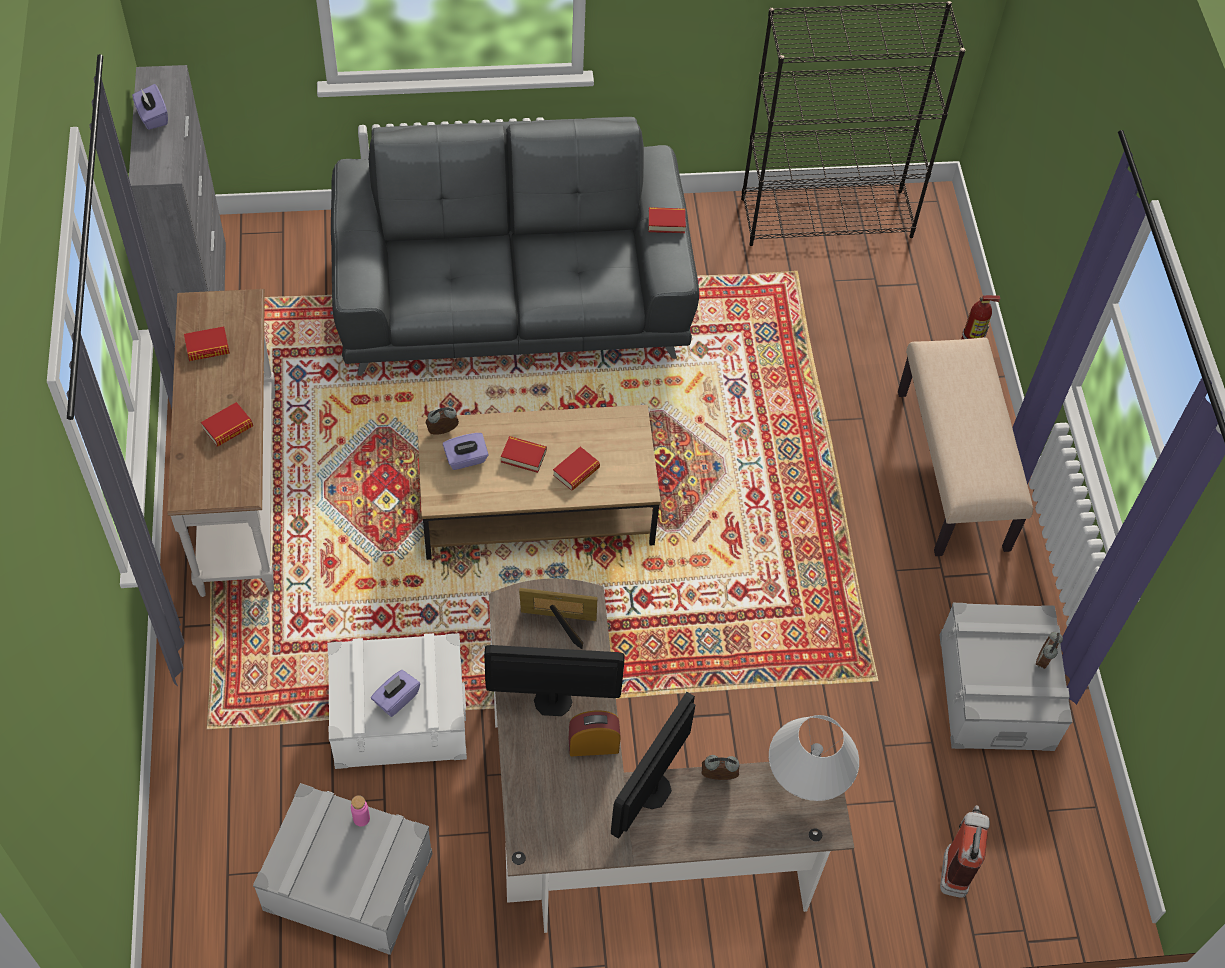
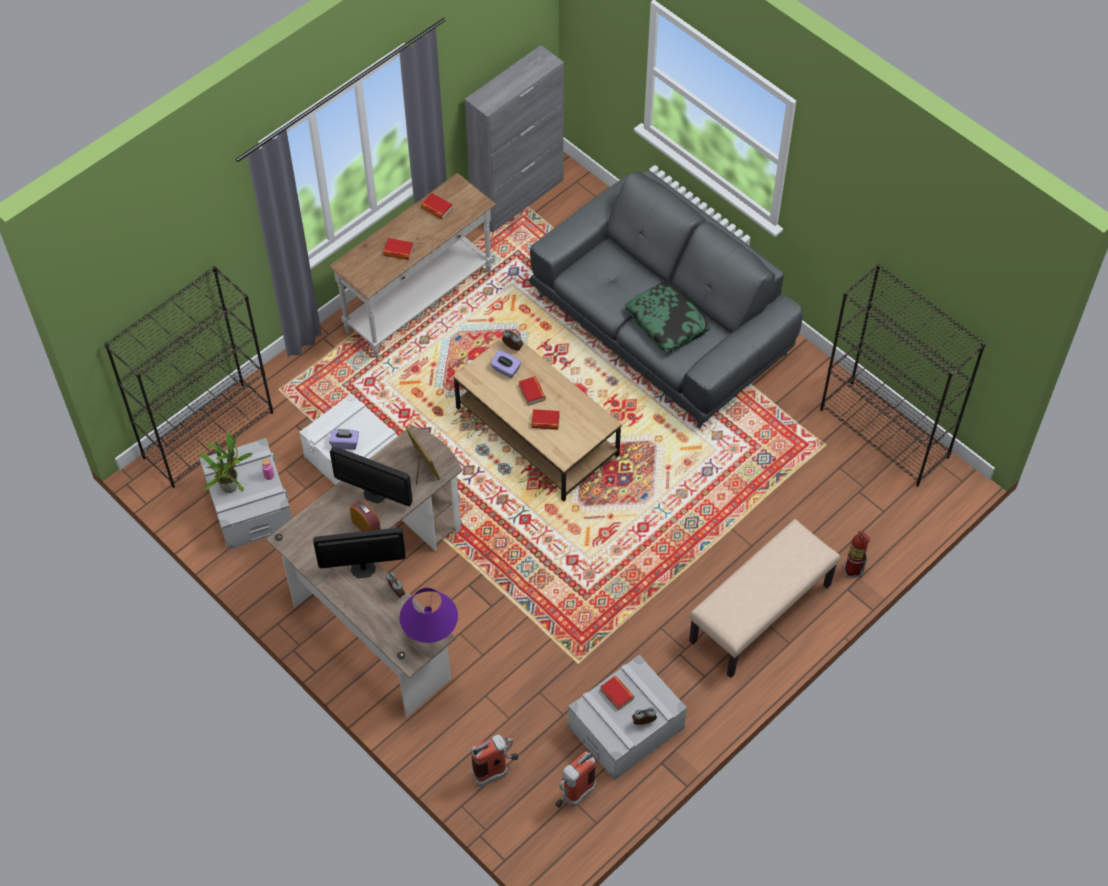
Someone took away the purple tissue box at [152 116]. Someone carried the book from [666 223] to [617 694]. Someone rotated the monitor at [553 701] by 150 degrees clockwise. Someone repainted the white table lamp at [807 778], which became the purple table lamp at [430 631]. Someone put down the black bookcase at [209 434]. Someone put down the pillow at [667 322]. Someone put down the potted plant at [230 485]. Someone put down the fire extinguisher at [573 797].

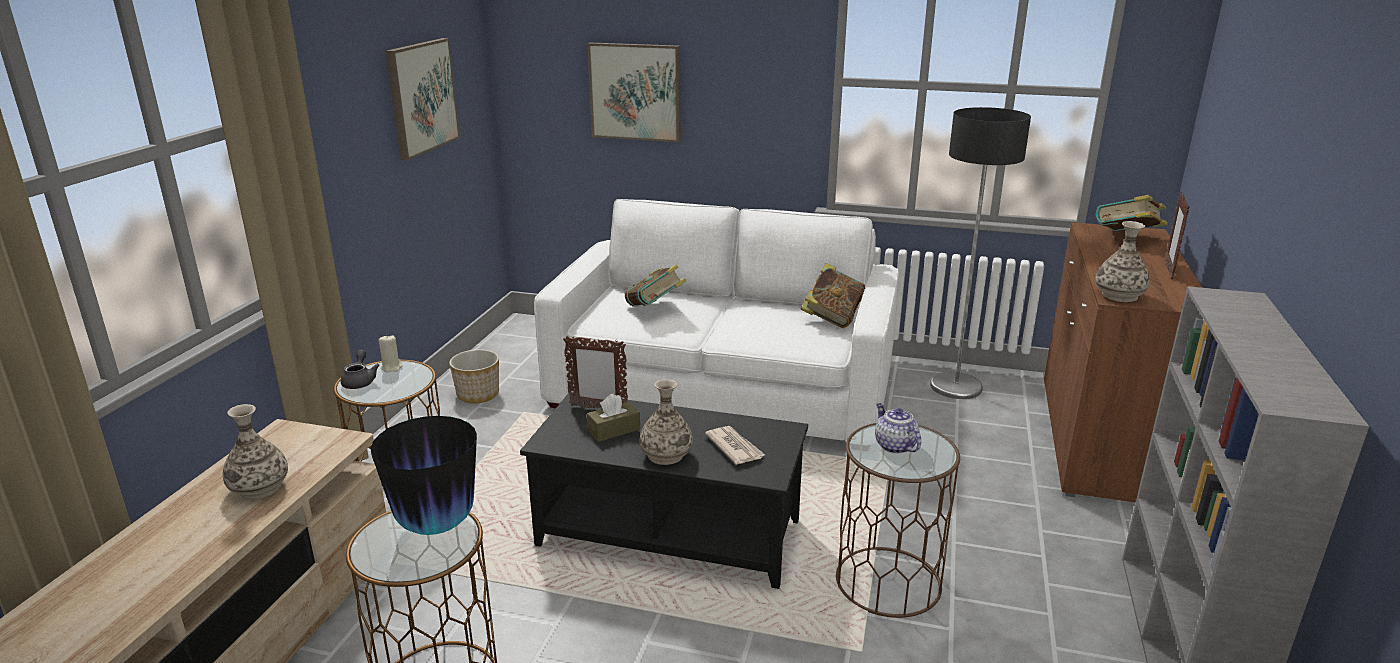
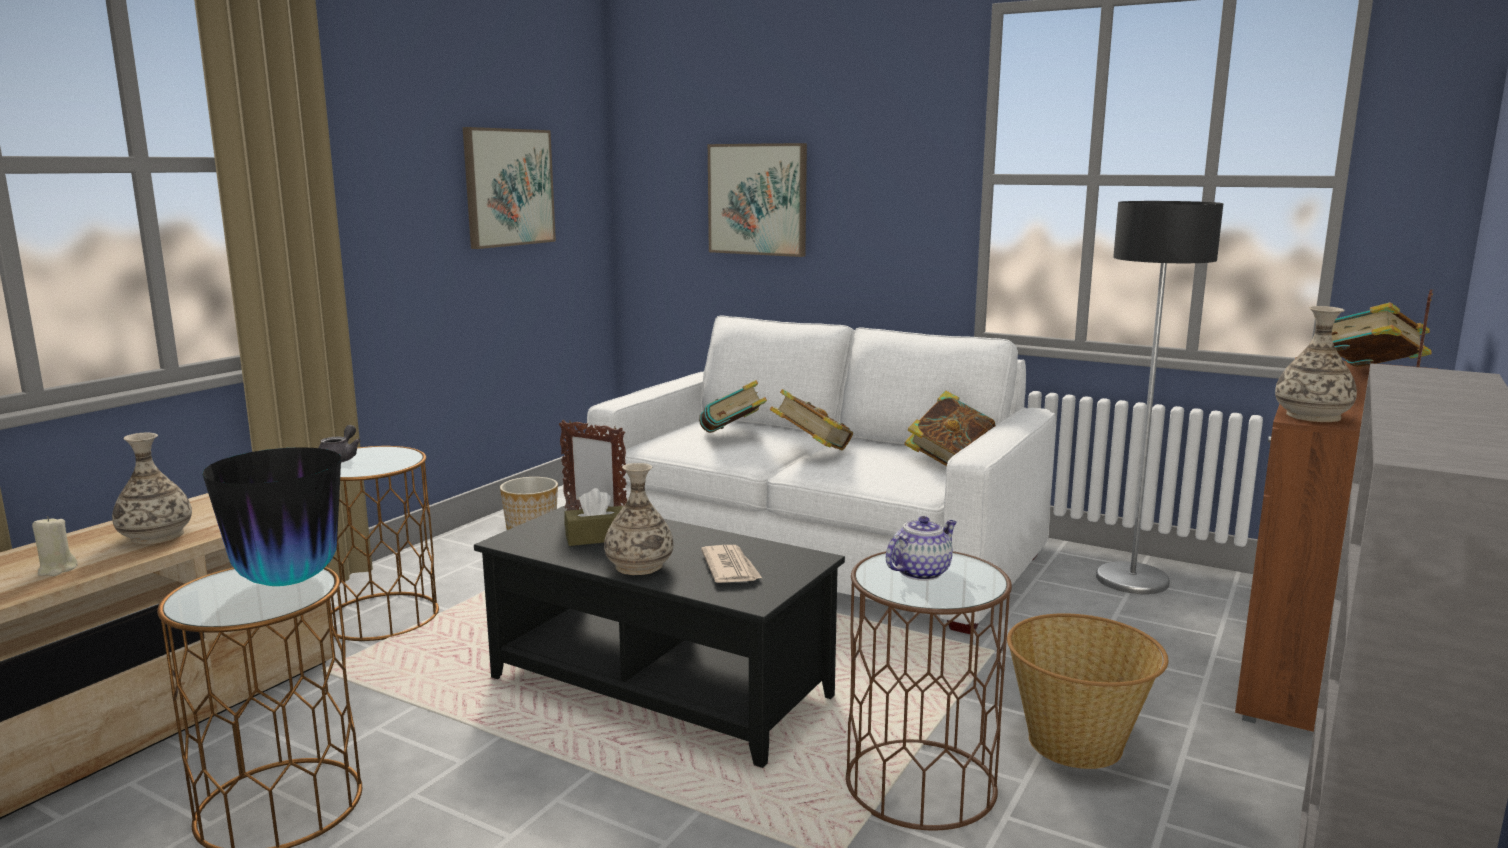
Someone carried the beige candle from [392 367] to [57 570]. Someone rotated the teapot at [894 446] by 60 degrees clockwise. Someone put down the book at [811 451]. Someone put down the basket at [1077 743].

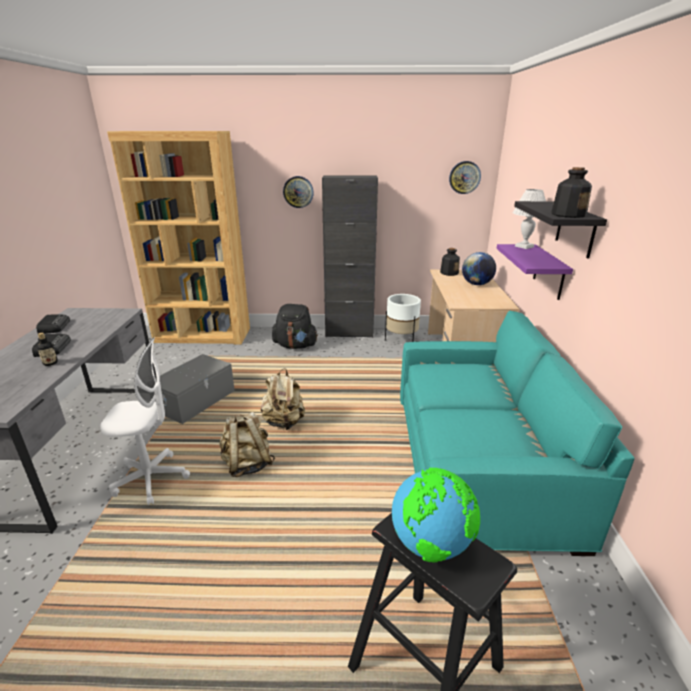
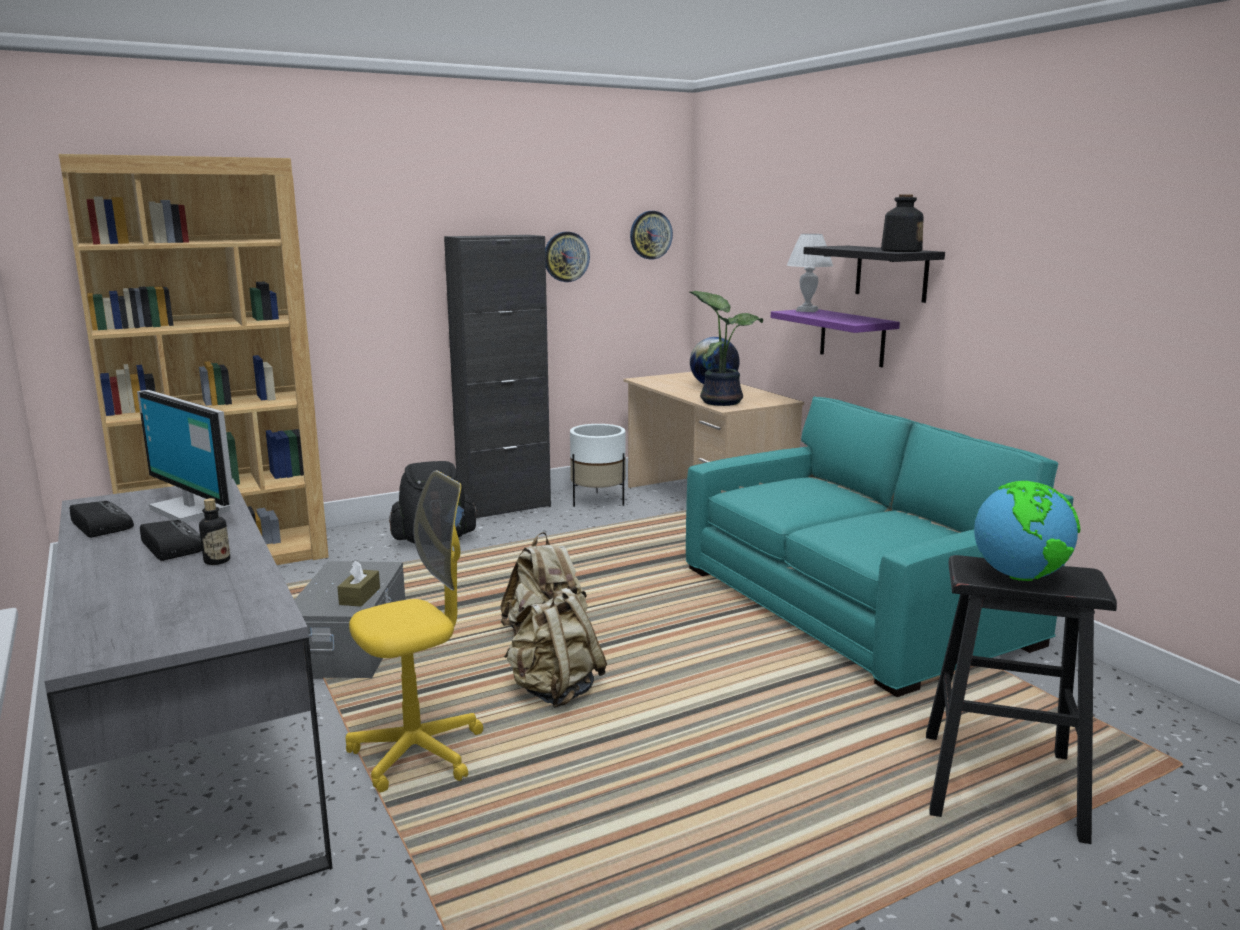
Someone carried the wall clock from [298 192] to [566 256]. Someone took away the bottle at [449 273]. Someone repainted the white office chair at [151 479], which became the yellow office chair at [417 753]. Someone put down the potted plant at [721 401]. Someone put down the monitor at [193 509]. Someone put down the brown tissue box at [360 596].

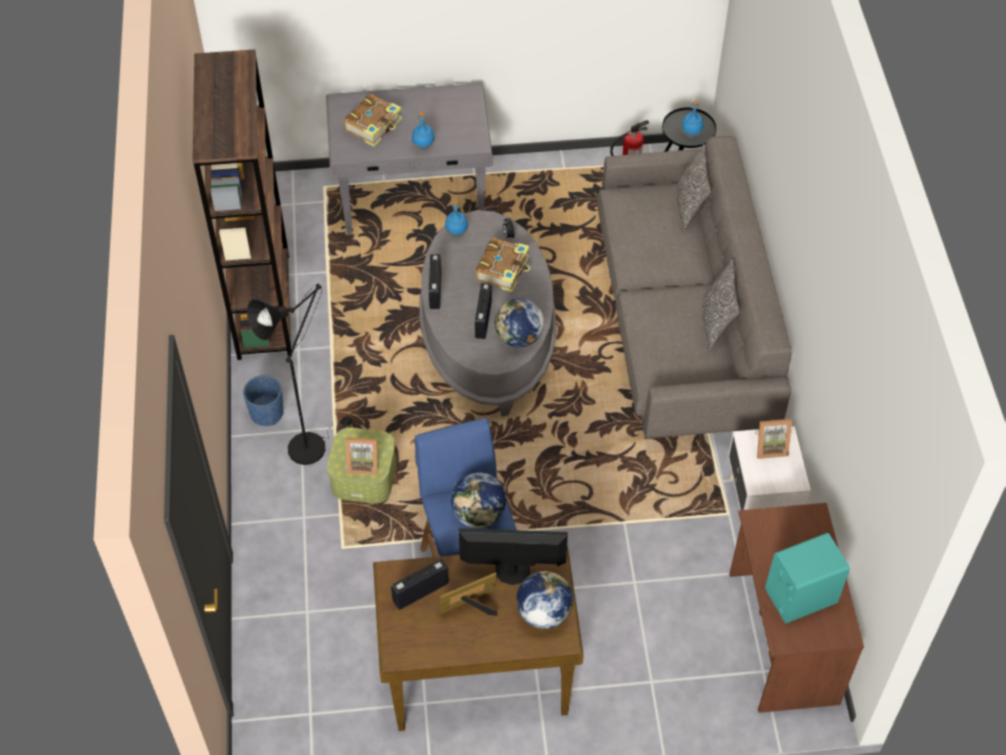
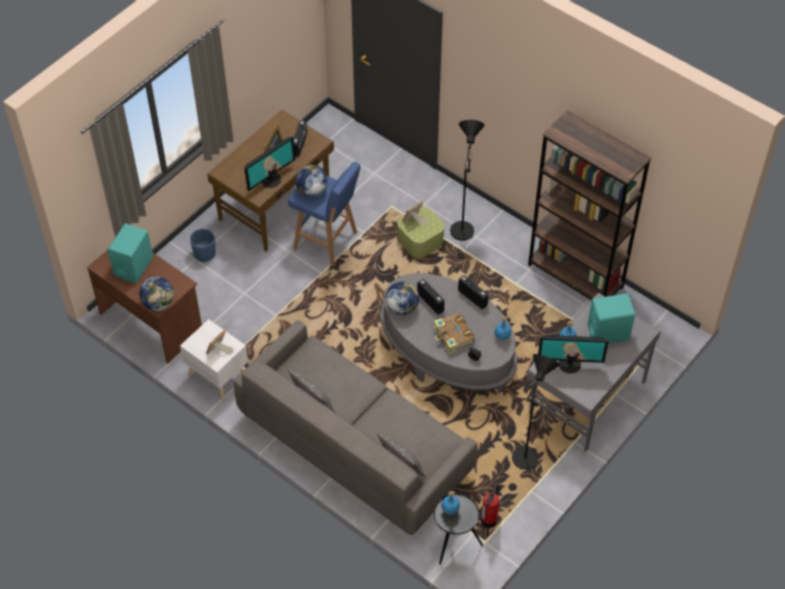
Someone swapped the book at [374 126] for the turquoise speaker at [608 332]. Someone carried the blue planter from [267 413] to [205 253]. Someone carried the globe from [543 613] to [159 303]. Someone put down the monitor at [569 364]. Someone put down the black floor lamp at [524 463].

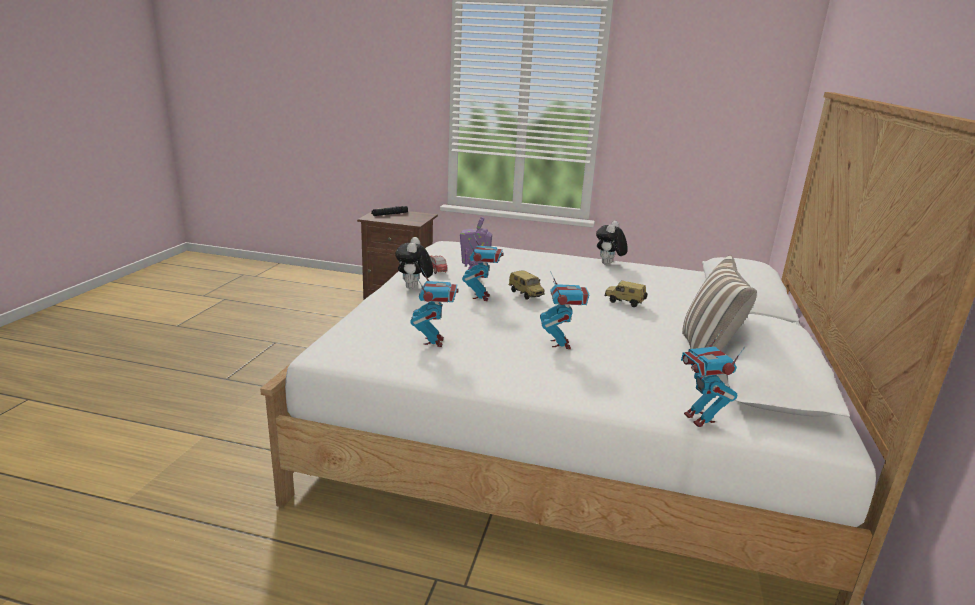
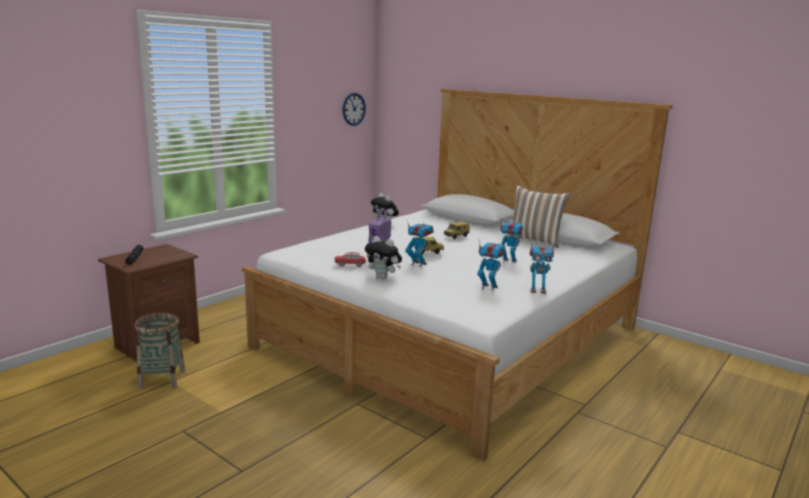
Someone carried the toy robot from [699 419] to [538 290]. Someone put up the wall clock at [353 109]. Someone put down the basket at [162 379].

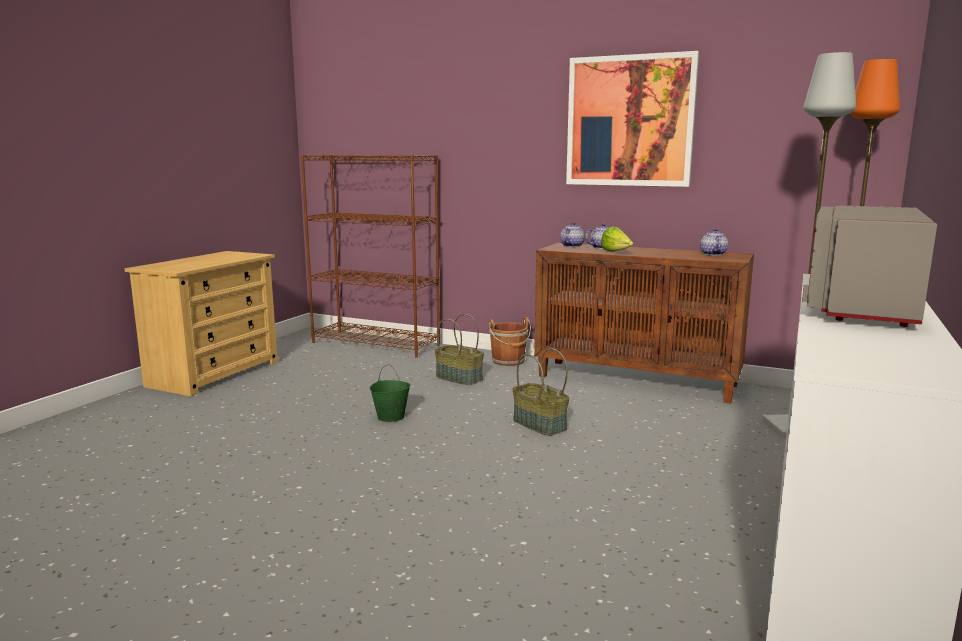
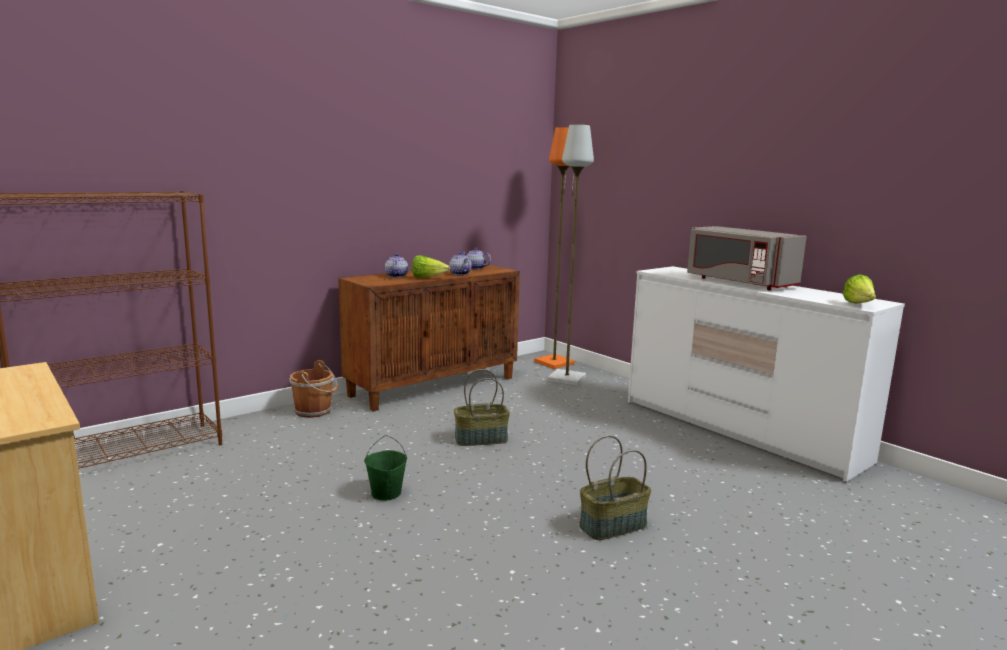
Someone took away the picture at [629 121]. Someone carried the teapot from [571 246] to [459 274]. Someone carried the basket from [460 378] to [613 525]. Someone put down the lettuce at [859 305].

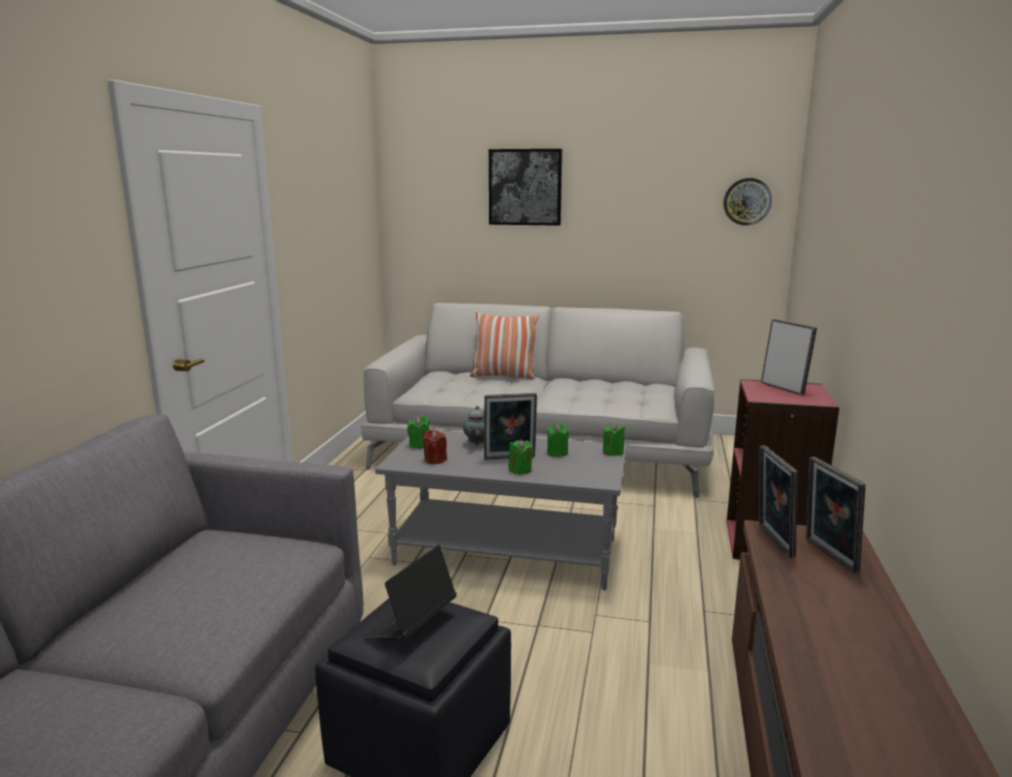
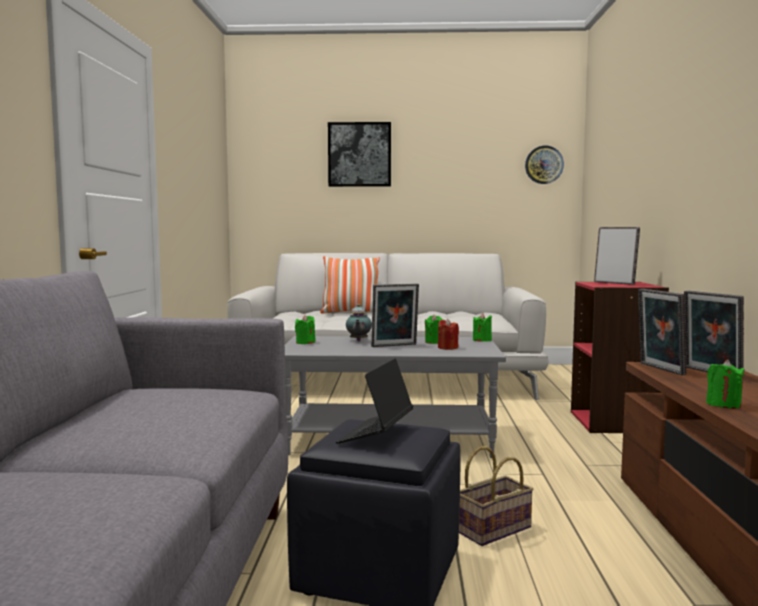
Someone carried the red candle from [435 460] to [447 347]. Someone carried the green candle from [520 470] to [723 404]. Someone put down the basket at [494 528].

